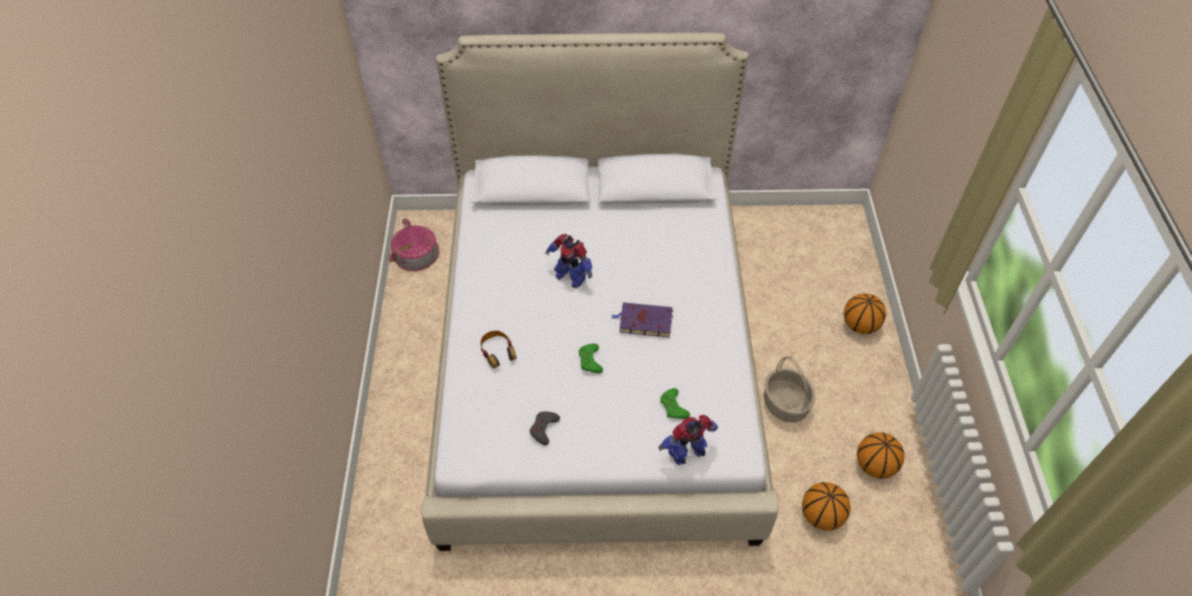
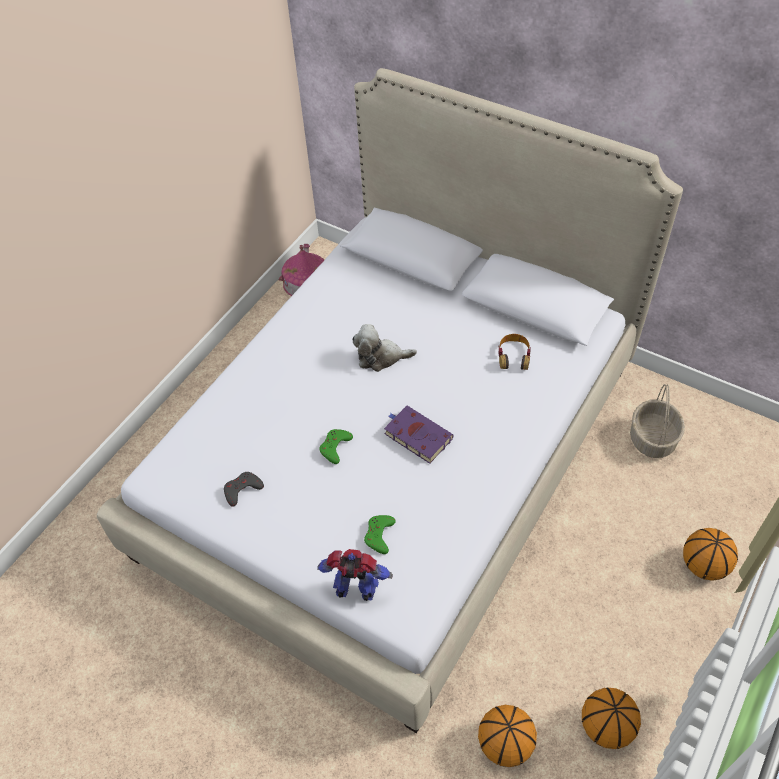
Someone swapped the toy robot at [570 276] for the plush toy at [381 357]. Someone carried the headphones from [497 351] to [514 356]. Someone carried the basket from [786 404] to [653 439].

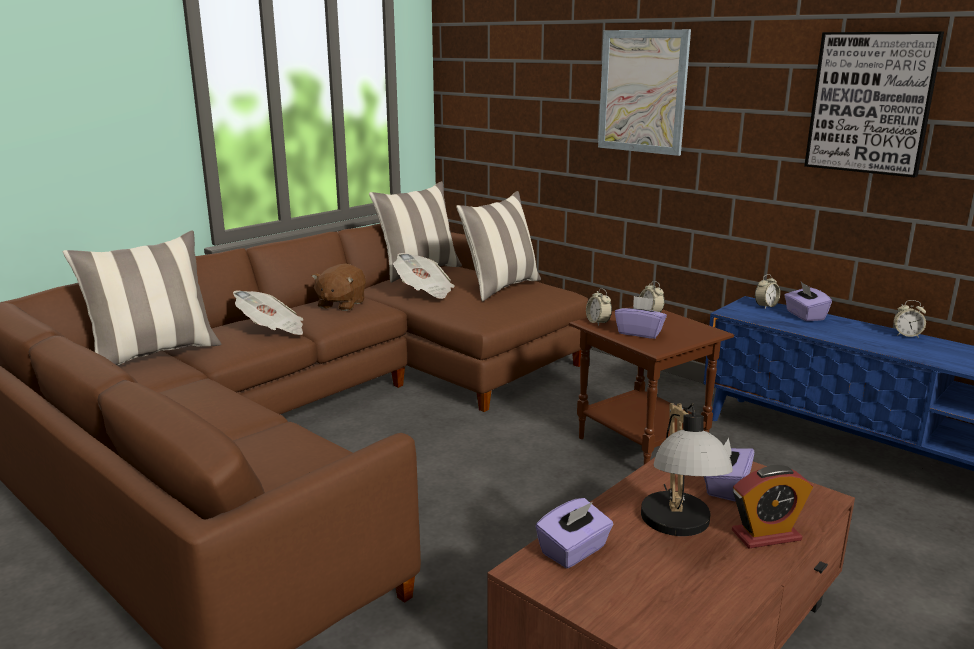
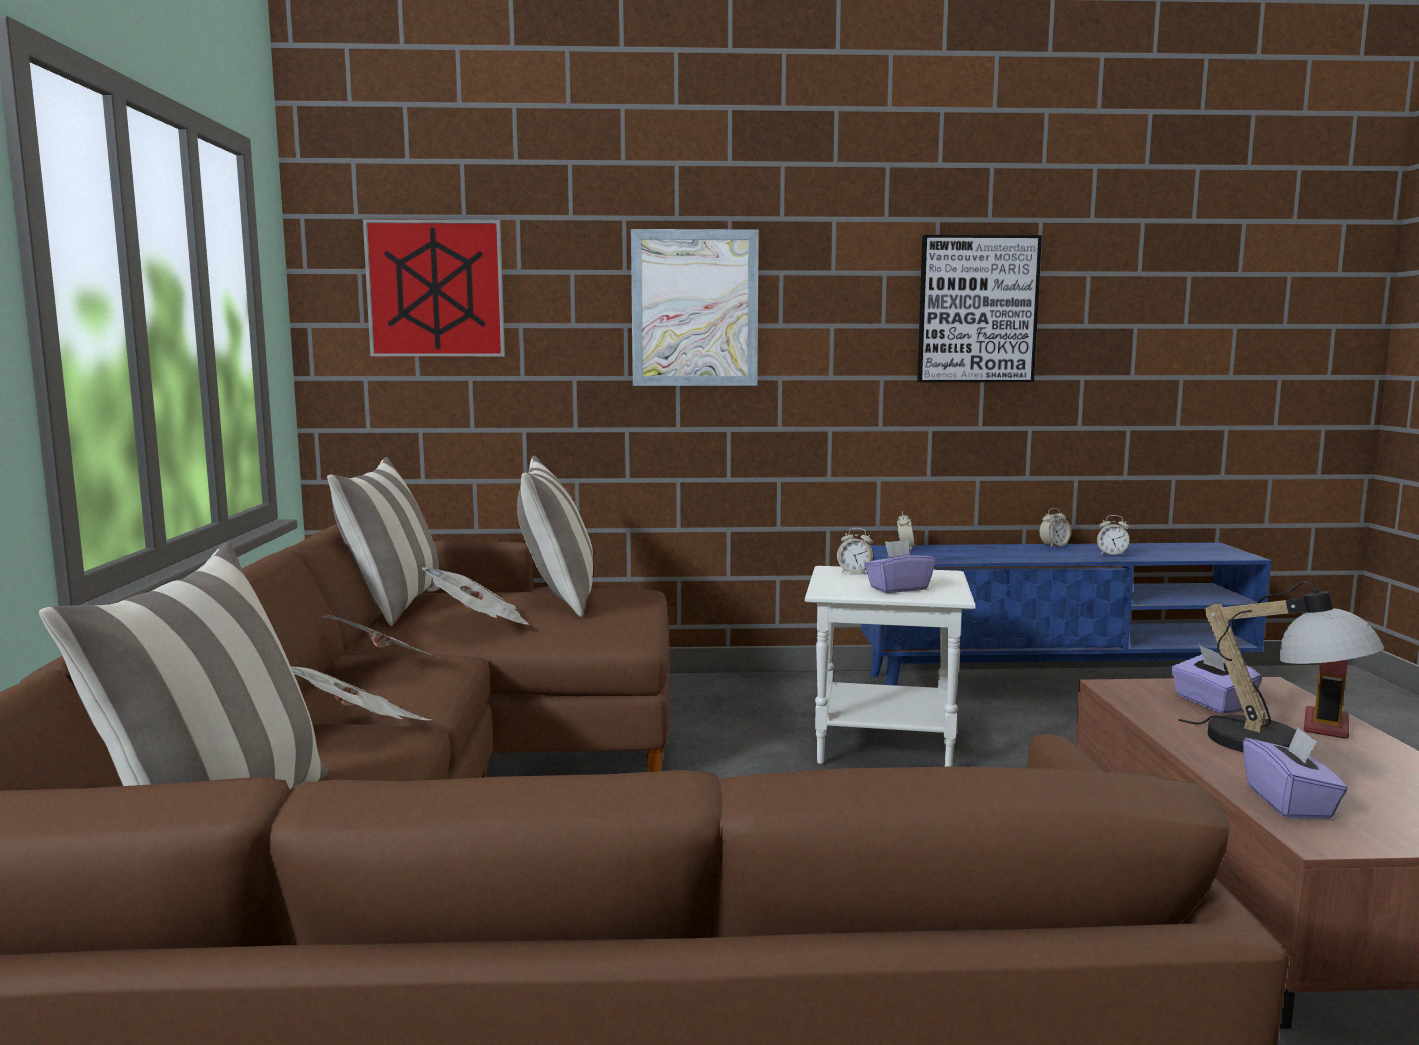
Someone swapped the brown plush toy at [341 304] for the newspaper at [388 668]. Someone took away the purple tissue box at [804 315]. Someone carried the alarm clock from [598 323] to [1111 554]. Someone repainted the brown side table at [642 445], which became the white side table at [886 746]. Someone put up the picture at [435 289].

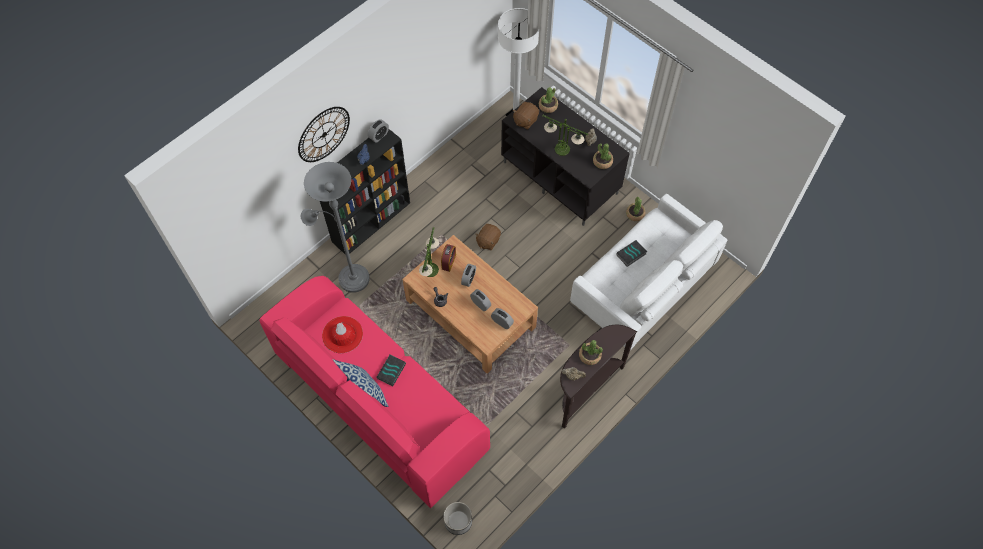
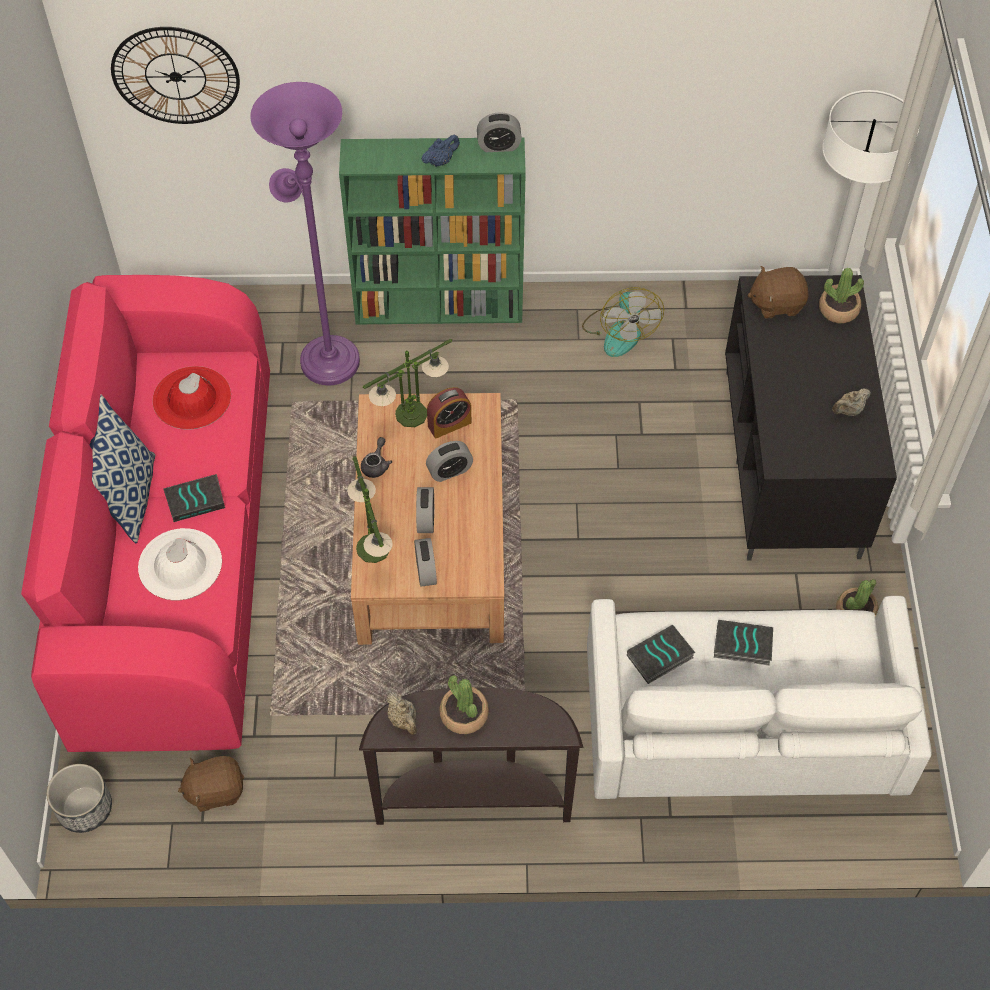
Someone carried the wall clock from [324 134] to [175 76]. Someone carried the table lamp from [562 149] to [373 549]. Someone repainted the black bookcase at [372 221], which became the green bookcase at [440 306]. Someone took away the potted plant at [602 162]. Someone repainted the grey floor lamp at [350 277], which became the purple floor lamp at [326 356]. Someone carried the brown plush toy from [488 241] to [215 790]. Someone put down the fan at [619 331]. Someone put down the white hat at [180 564]. Someone put down the book at [660 658].

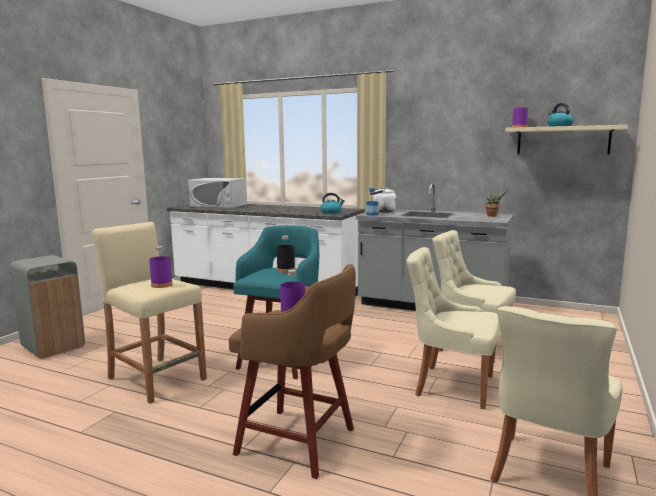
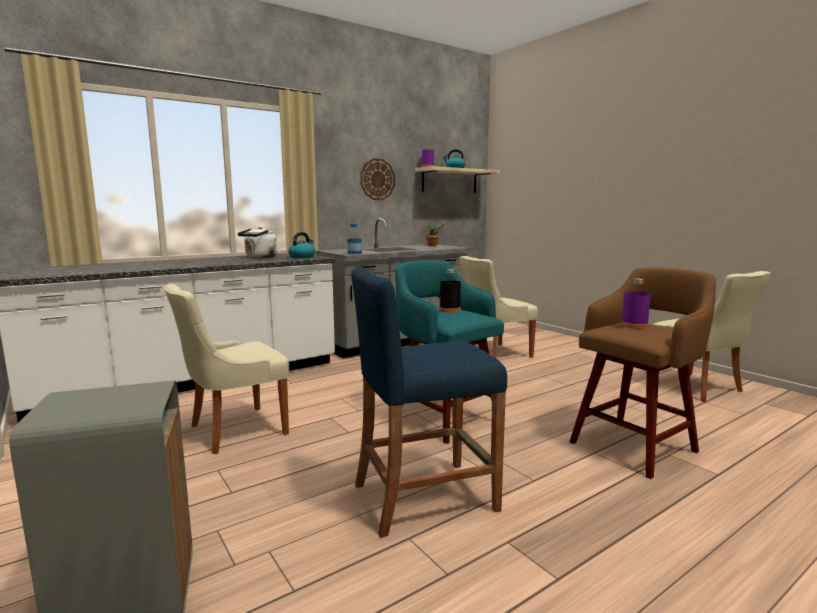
Someone took away the white microwave at [219 205]. Someone carried the white kettle from [381 211] to [260 257]. Someone repainted the beige stool at [156 378], which became the blue stool at [424 496]. Someone took away the purple bottle at [161 285]. Someone carried the beige chair from [451 385] to [234 430]. Someone put up the wall clock at [377 179].

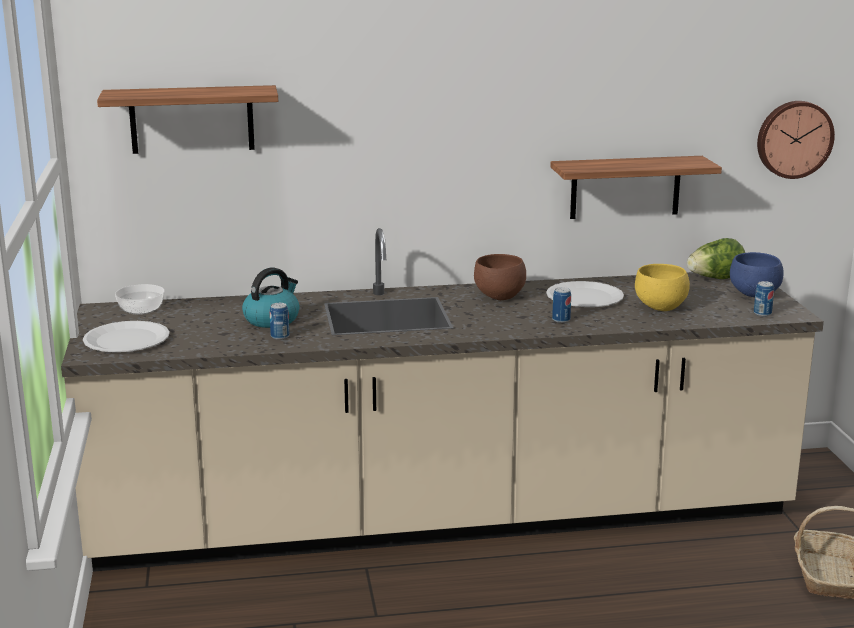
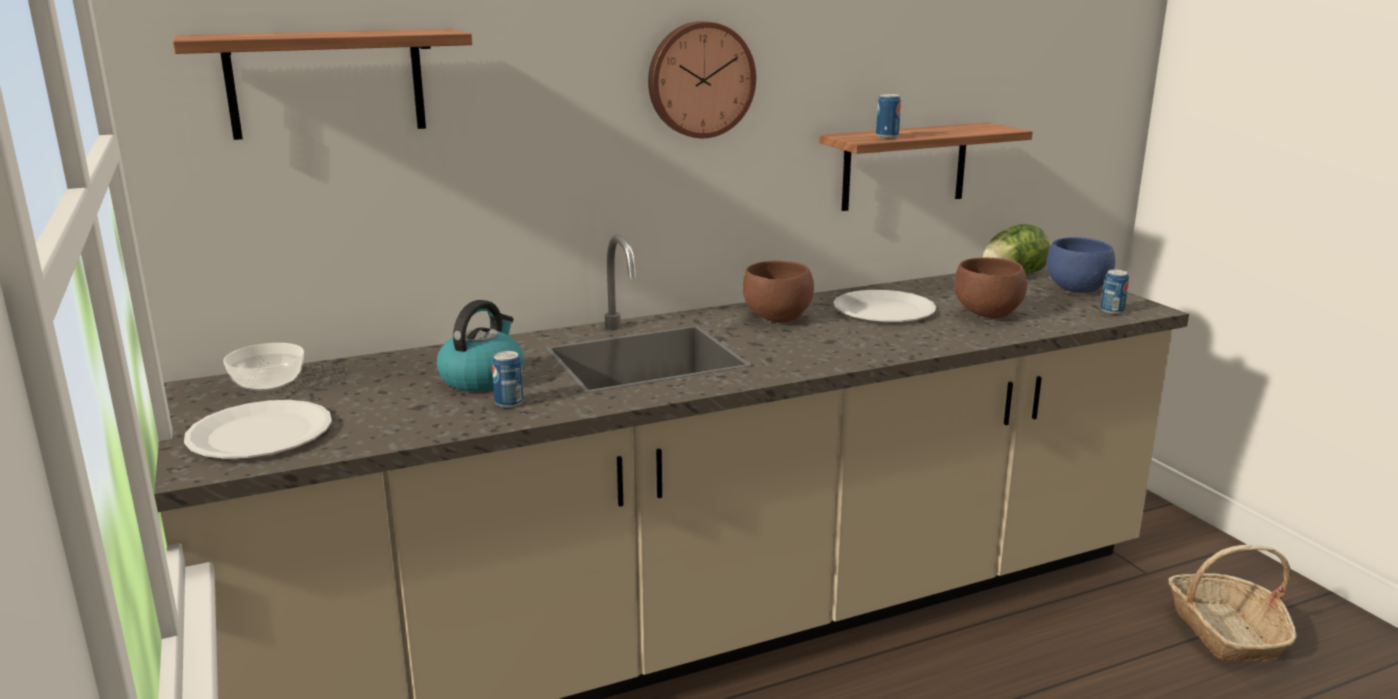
Someone carried the wall clock from [793 139] to [700 79]. Someone repainted the yellow bowl at [661 308], which became the brown bowl at [989 314]. Someone carried the can from [561 320] to [887 136].

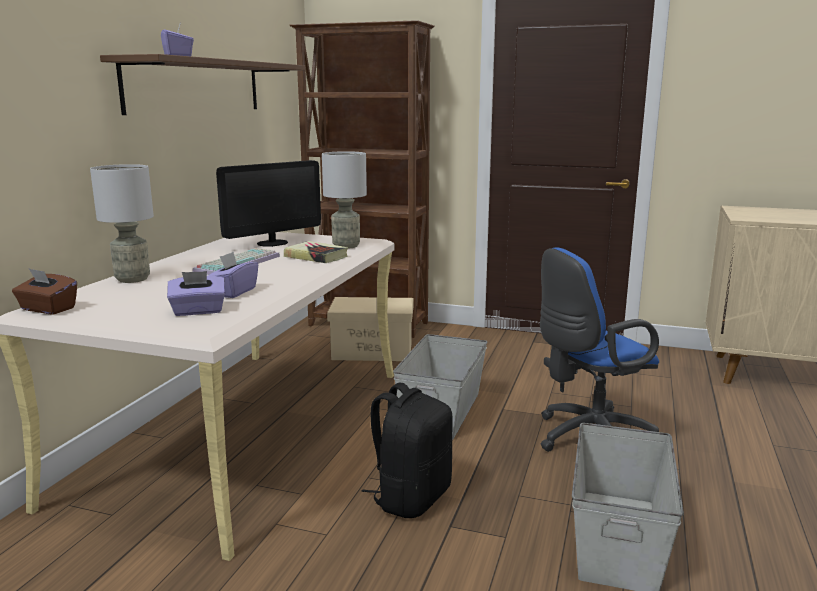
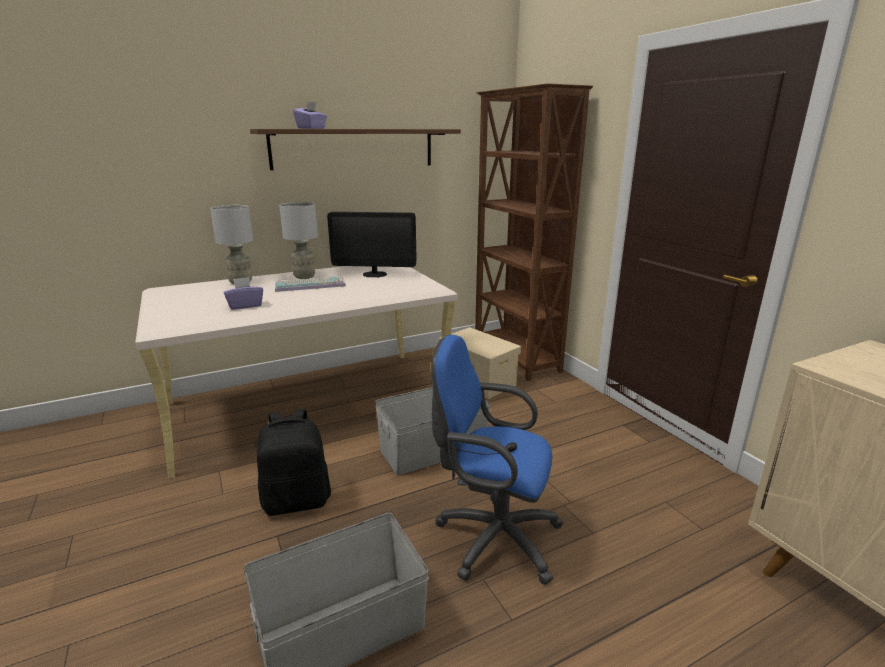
Someone carried the grey table lamp from [346 246] to [305 276]. Someone took away the book at [316 257]. Someone took away the brown tissue box at [47 309]. Someone took away the purple tissue box at [198 311].

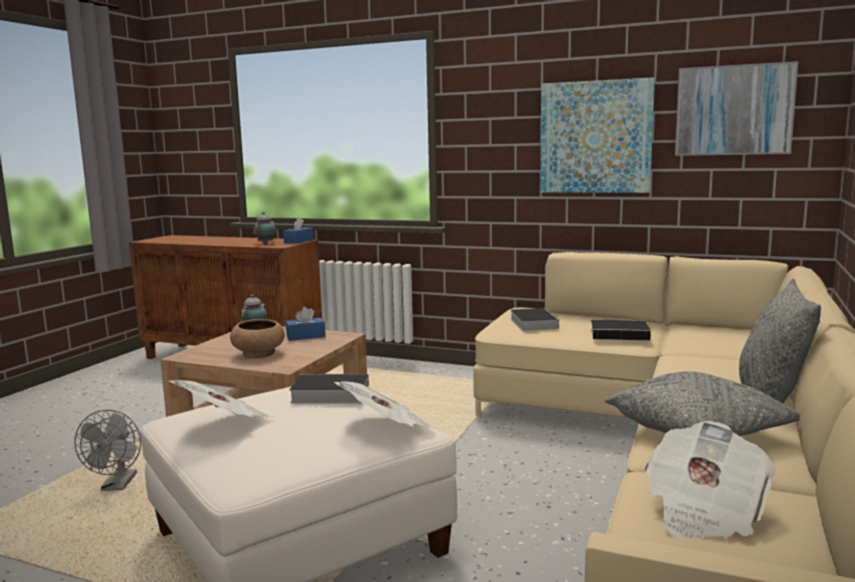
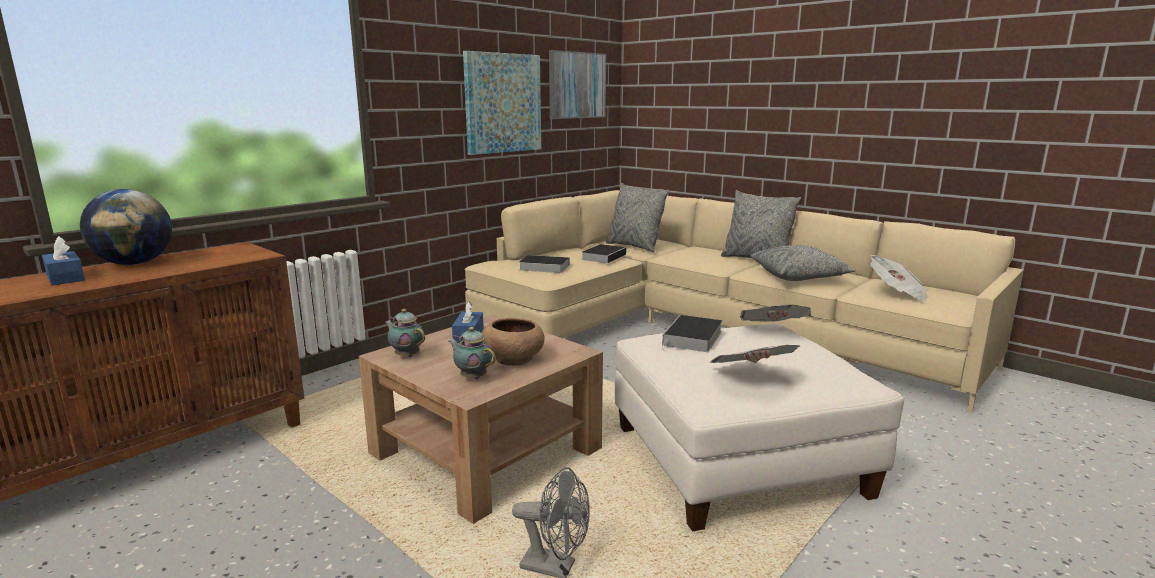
Someone carried the teapot from [266 243] to [472 377]. Someone carried the blue tissue box from [298 241] to [65 278]. Someone put down the grey pillow at [634 247]. Someone put down the globe at [135 263].

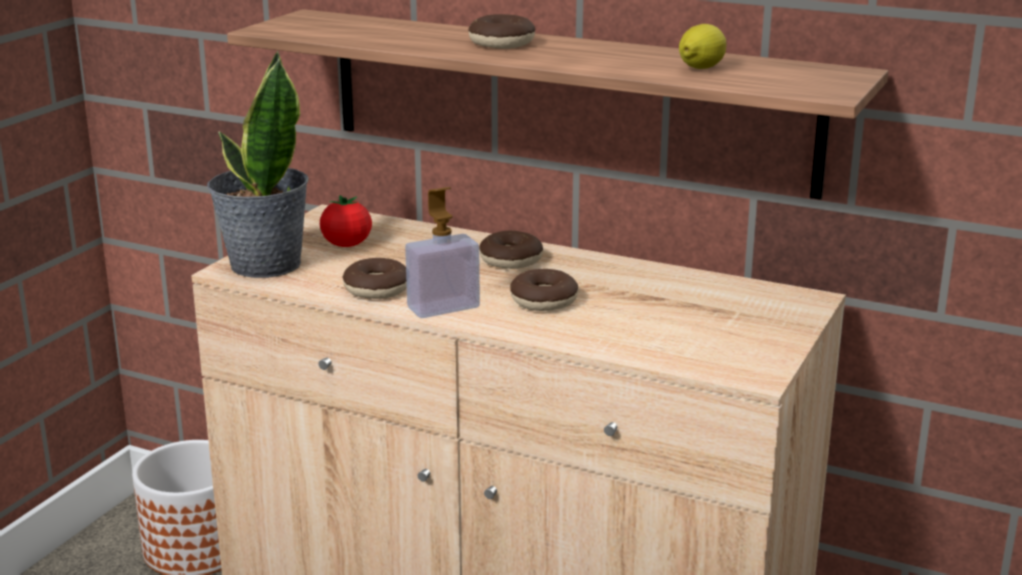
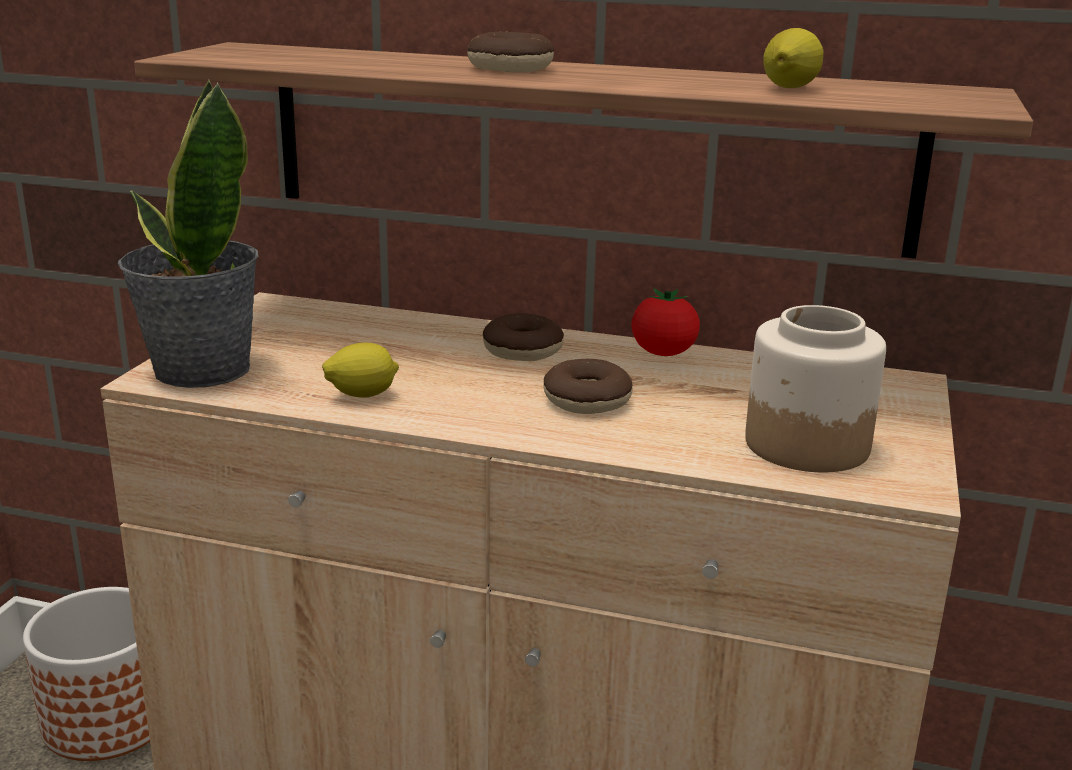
Someone took away the soap dispenser at [443 307]. Someone carried the tomato from [346 245] to [663 353]. Someone swapped the donut at [377 289] for the lemon at [362 395]. Someone put down the jar at [805 444].

